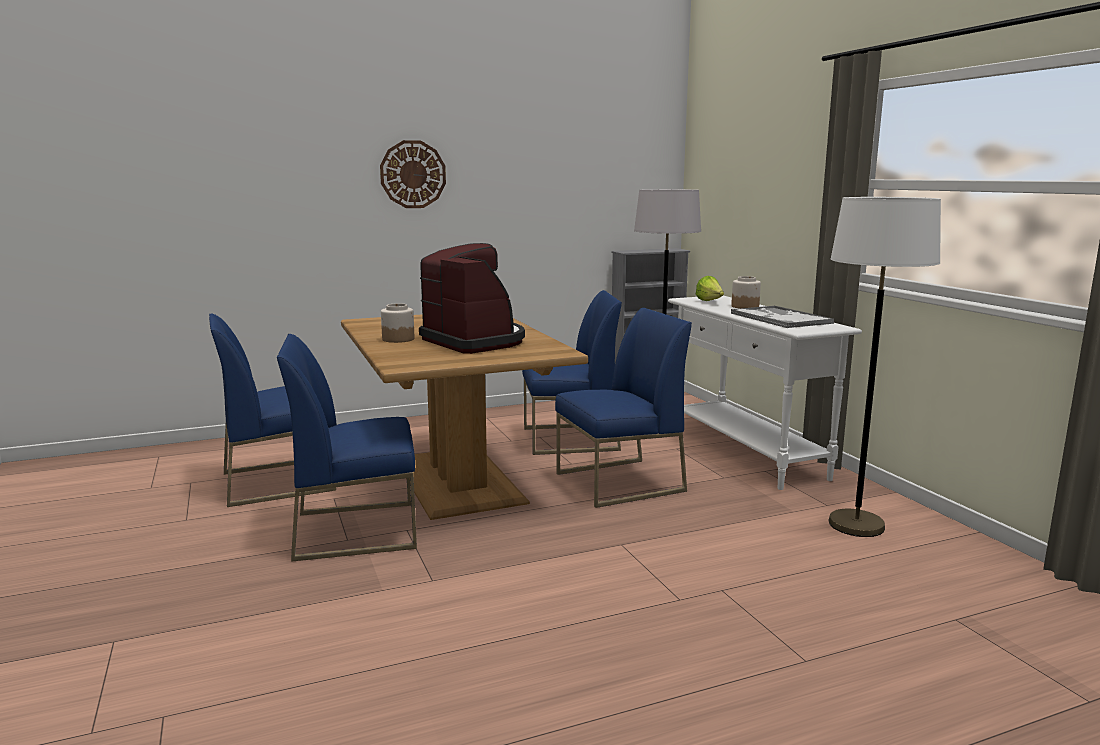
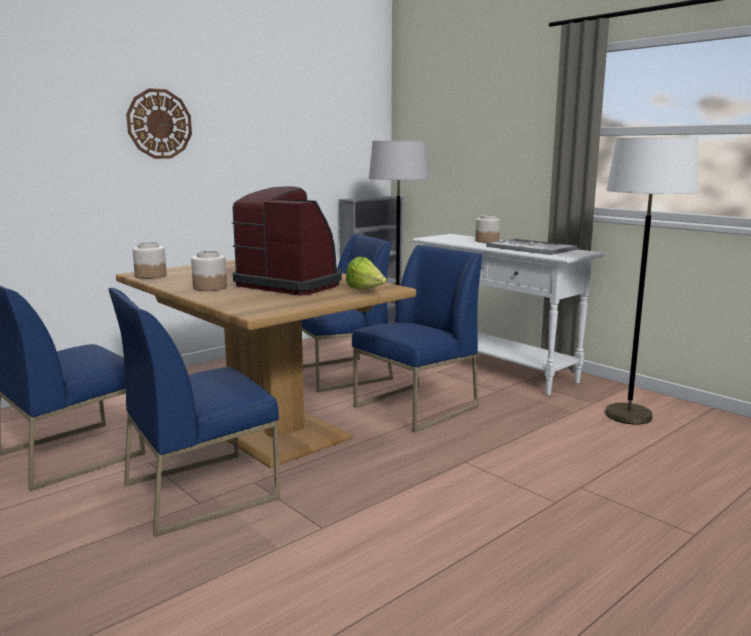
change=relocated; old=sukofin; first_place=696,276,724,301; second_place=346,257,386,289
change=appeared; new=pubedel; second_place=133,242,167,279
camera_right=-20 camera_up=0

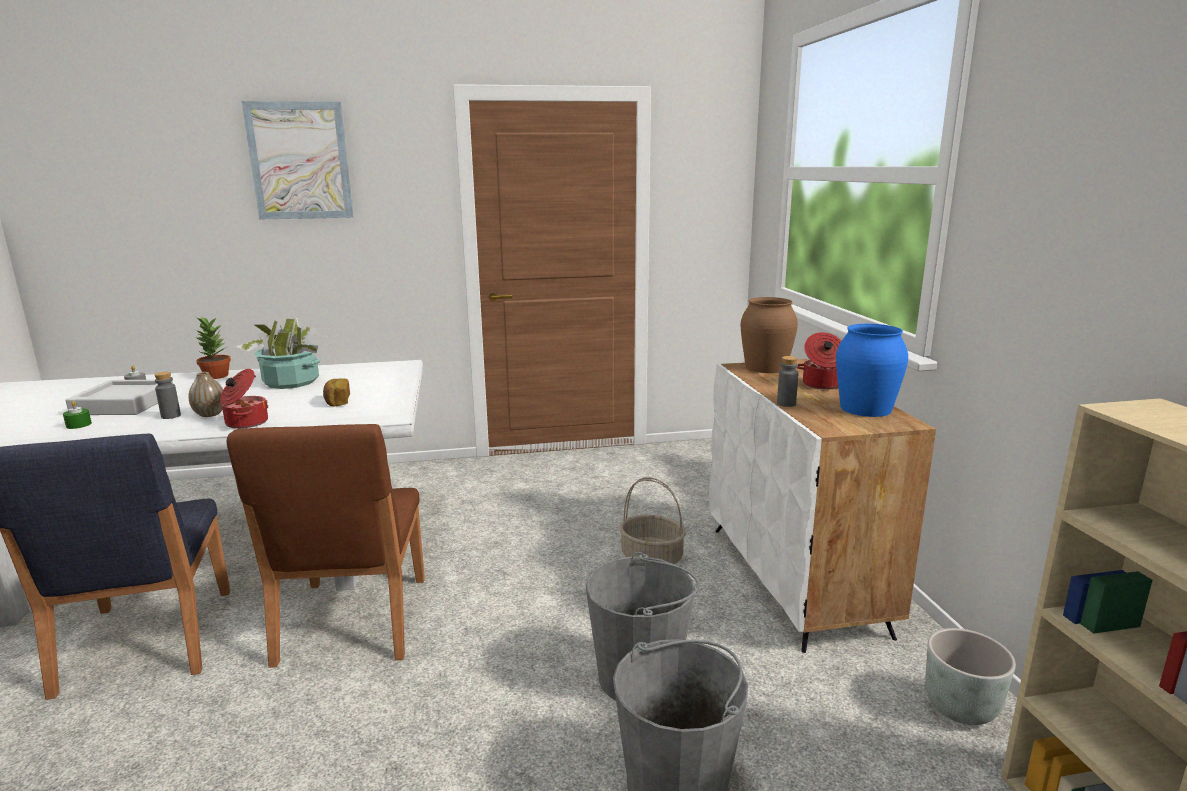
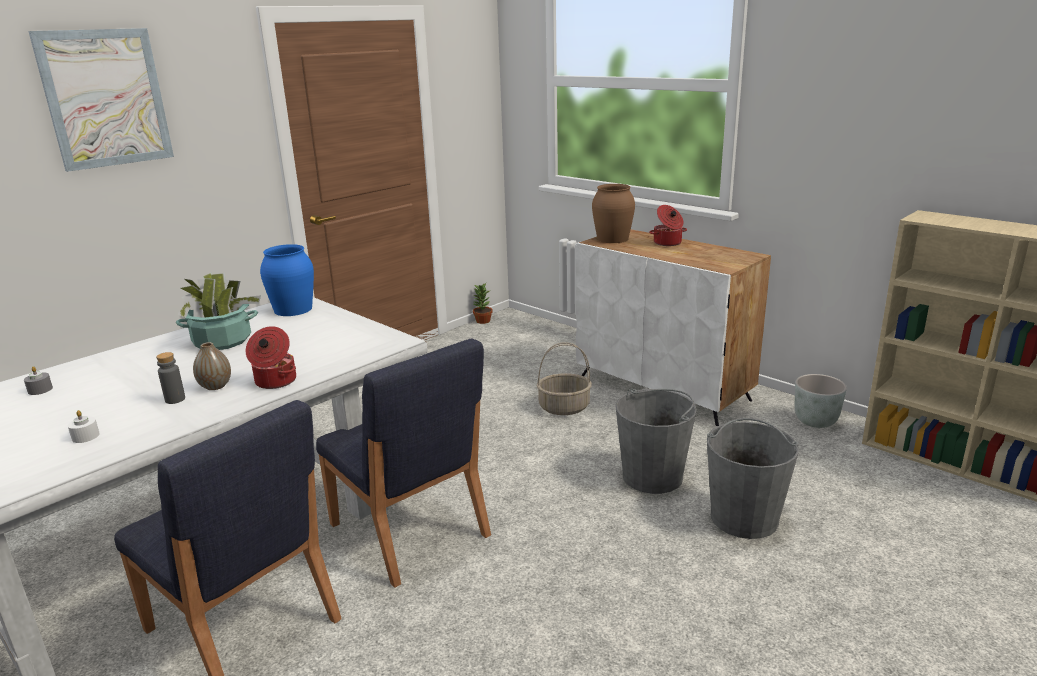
change=colour; old=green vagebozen; new=white vagebozen; first_place=63,401,92,429; second_place=68,410,100,443
change=missing; old=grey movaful; first_place=66,380,173,415
change=relocated; old=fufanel; first_place=196,317,231,379; second_place=473,283,493,324
change=colour; old=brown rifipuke; new=blue rifipuke; first_place=227,424,425,668; second_place=316,339,491,588
change=missing; old=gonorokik; first_place=323,378,350,407
change=missing; old=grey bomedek; first_place=777,356,798,407
change=relocated; old=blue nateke; first_place=836,324,908,417; second_place=260,244,314,316
camera_right=-35 camera_up=5

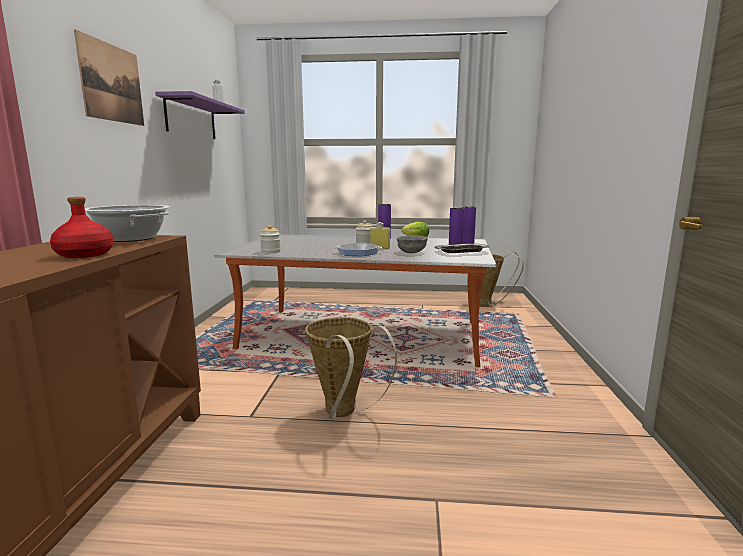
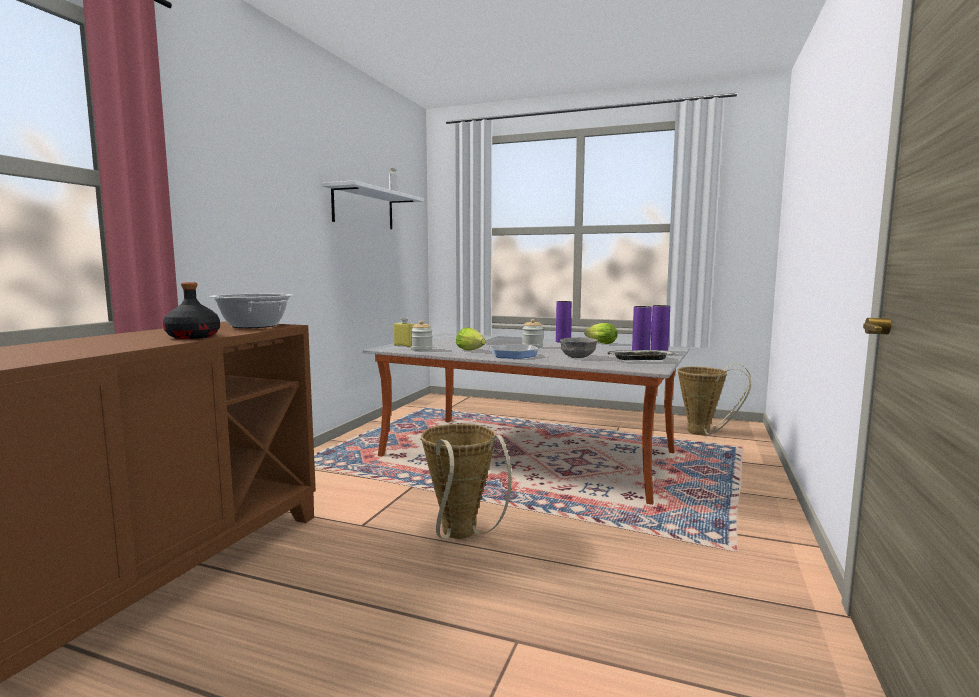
change=colour; old=red bomedek; new=black bomedek; first_place=50,197,113,258; second_place=163,282,220,339
change=missing; old=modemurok; first_place=74,29,144,126
change=colour; old=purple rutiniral; new=white rutiniral; first_place=155,91,245,139; second_place=322,180,424,229
change=relocated; old=yellow bomedek; first_place=370,222,390,249; second_place=394,317,414,347
change=appeared; new=sukofin; second_place=456,327,486,351
camera_right=15 camera_up=-5

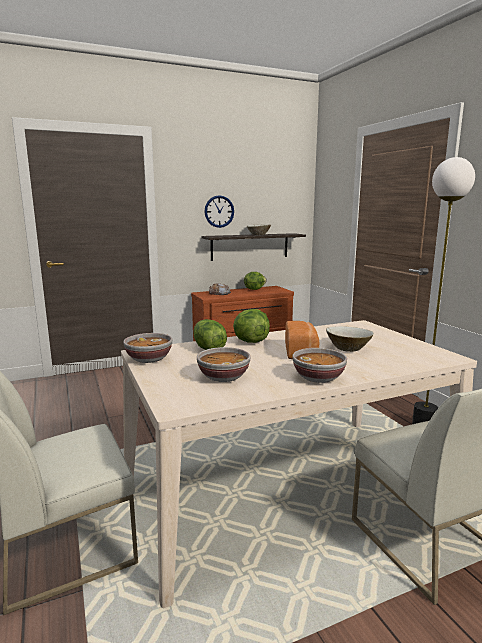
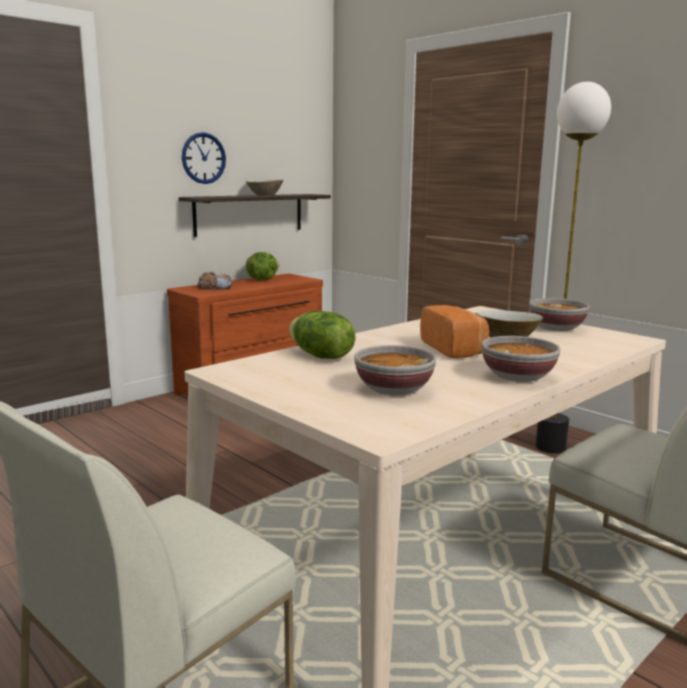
change=relocated; old=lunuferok; first_place=123,333,172,363; second_place=529,298,590,331
change=missing; old=sukofin; first_place=233,309,270,343
camera_right=-20 camera_up=0

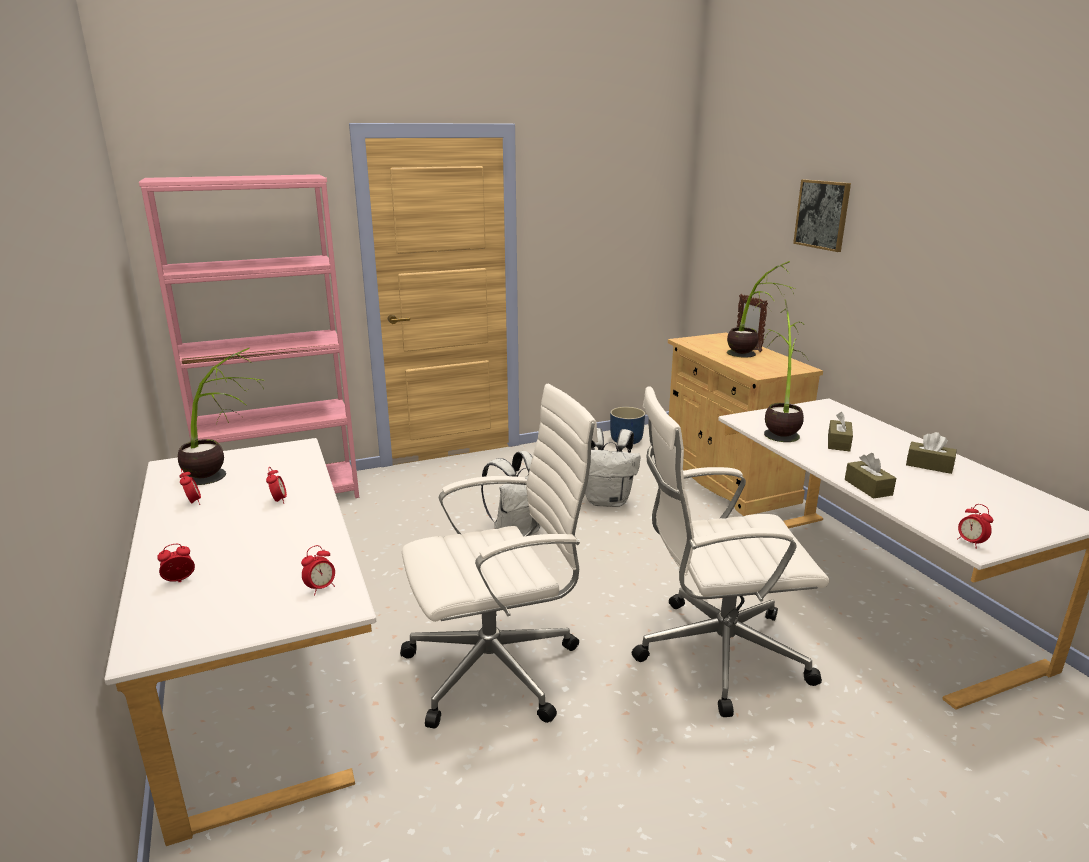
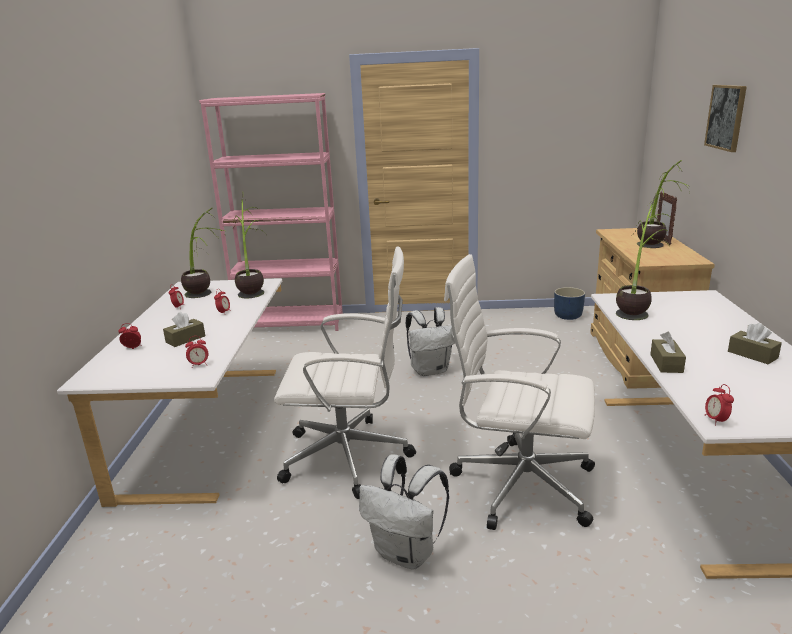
change=relocated; old=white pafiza; first_place=585,428,641,507; second_place=359,455,449,570
change=relocated; old=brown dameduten; first_place=828,412,853,452; second_place=163,312,205,347
change=appeared; new=fufanel; second_place=233,191,265,298
camera_right=25 camera_up=0

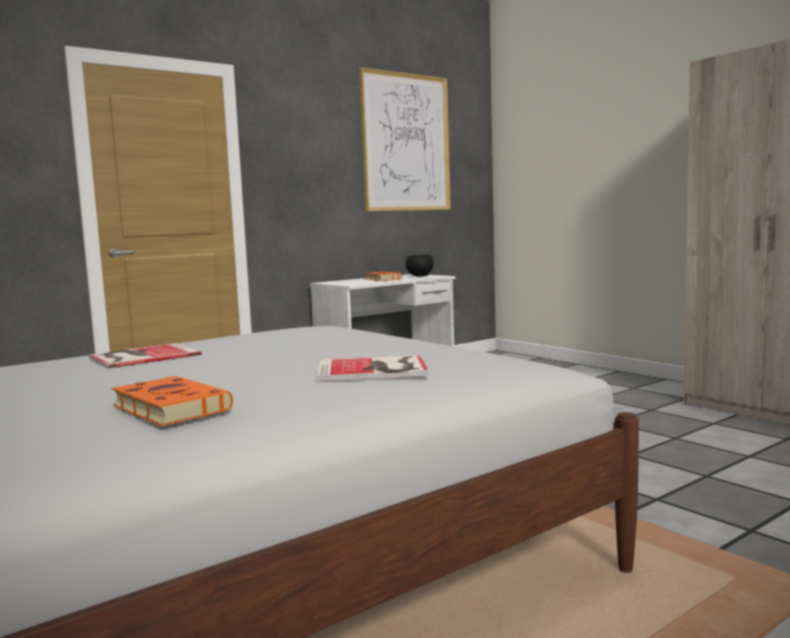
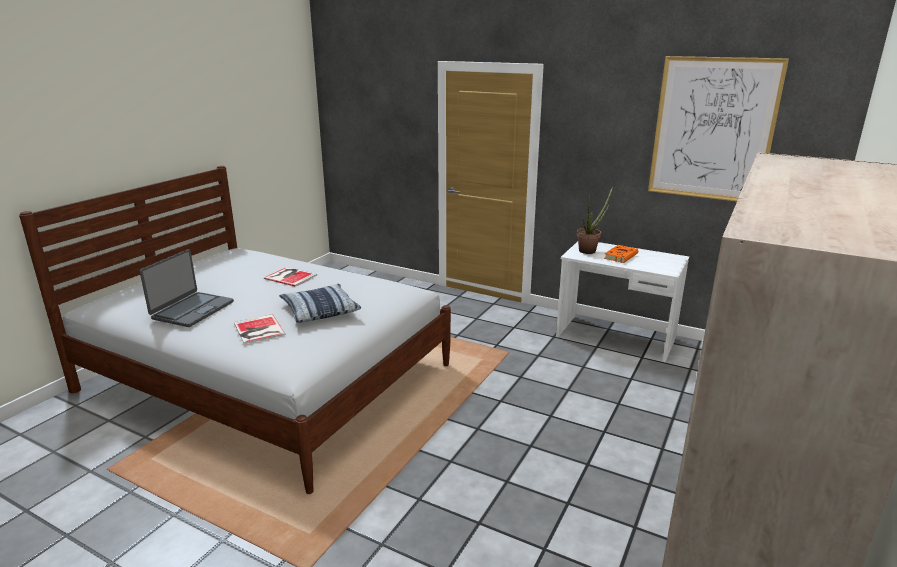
change=exchanged; old=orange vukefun; new=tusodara; first_place=112,376,233,426; second_place=140,249,234,327
change=missing; old=black lunuferok; first_place=405,255,434,277
change=appeared; new=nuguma; second_place=279,284,361,323
change=appeared; new=fufanel; second_place=577,186,613,254
camera_right=65 camera_up=15

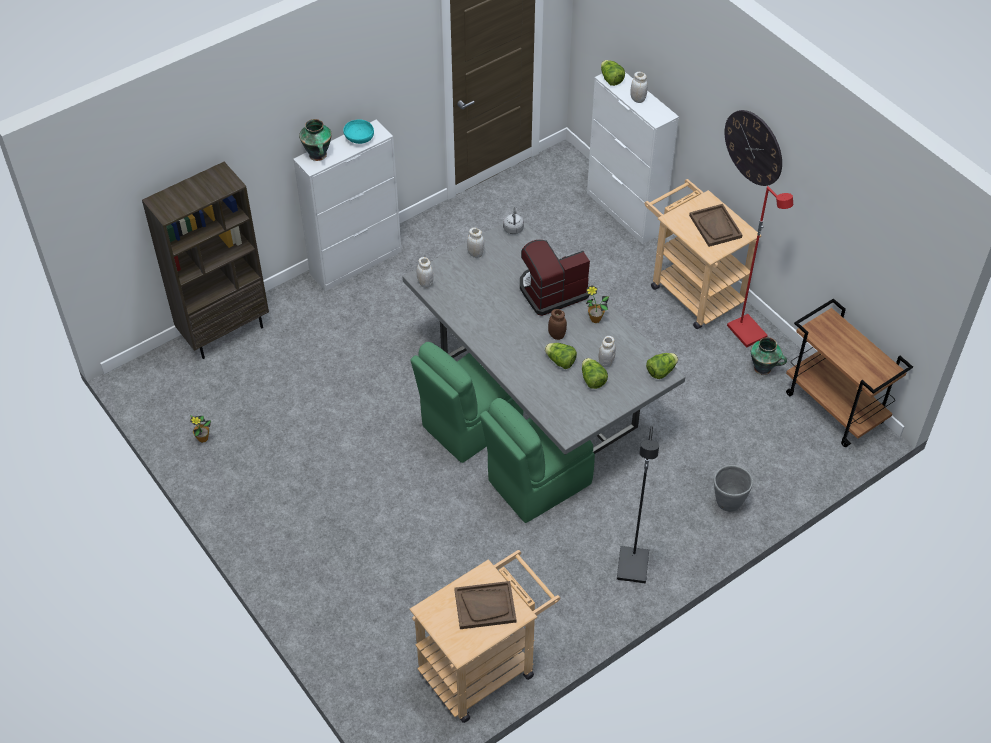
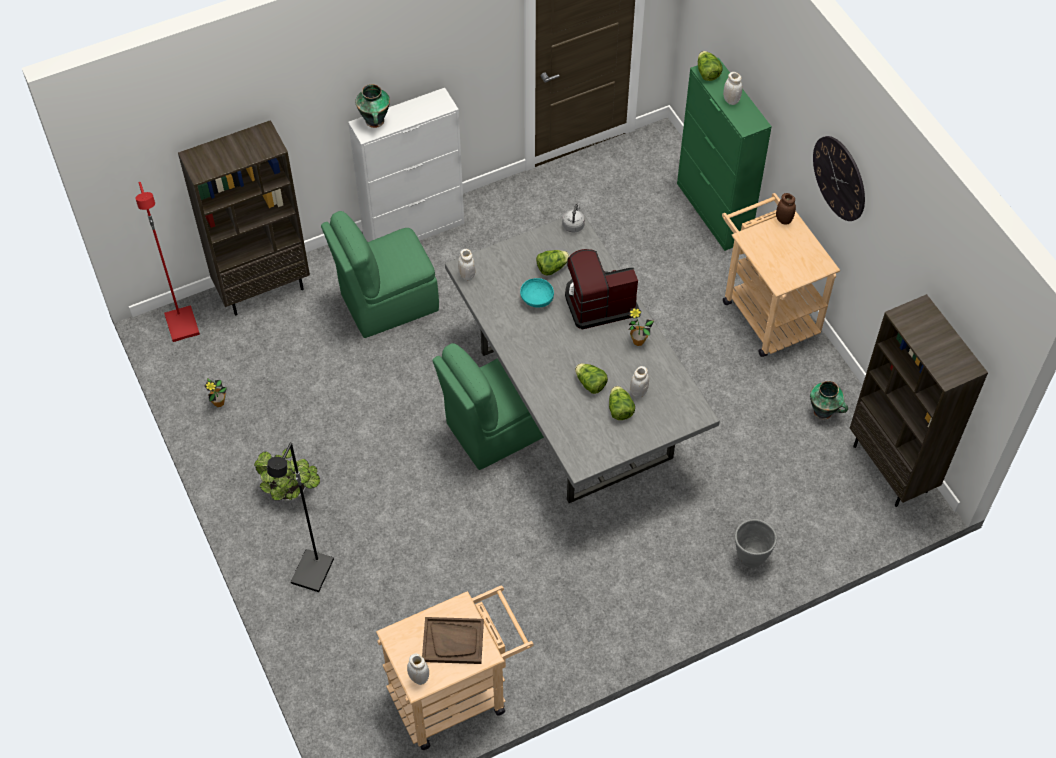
change=relocated; old=turquoise lunuferok; first_place=343,119,374,144; second_place=520,278,554,308
change=relocated; old=white pubedel; first_place=467,228,484,258; second_place=407,654,429,685
change=relocated; old=green rifipuke; first_place=480,398,595,523; second_place=321,211,439,338
change=relocated; old=brown pubedel; first_place=548,309,567,340; second_place=776,193,796,225
change=colour; old=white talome; new=green talome; first_place=587,72,679,244; second_place=677,58,772,251
change=relocated; old=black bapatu; first_place=617,426,659,583; second_place=267,442,334,592
change=relocated; old=sukofin; first_place=646,353,678,379; second_place=536,250,570,276
change=missing; old=brown movaful; first_place=689,204,743,247
change=relocated; old=red bapatu; first_place=727,186,793,347; second_place=135,182,200,342
change=exchanged; old=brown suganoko; new=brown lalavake; first_place=786,299,913,447; second_place=850,294,988,507
change=appeared; new=fufanel; second_place=254,448,320,501
camera_right=10 camera_up=5

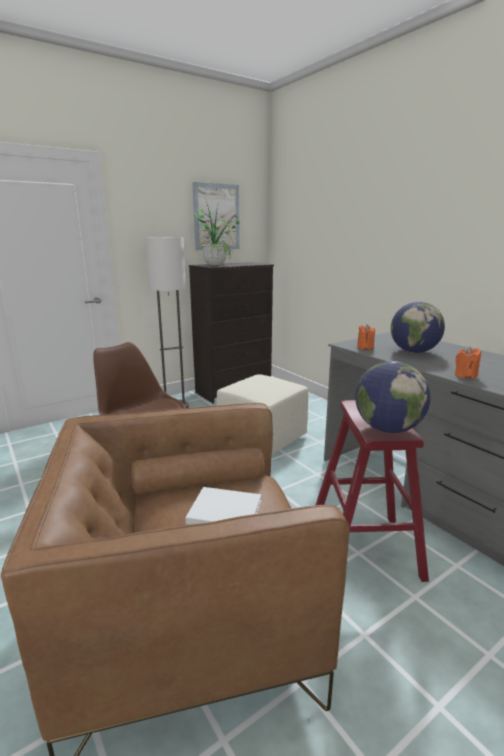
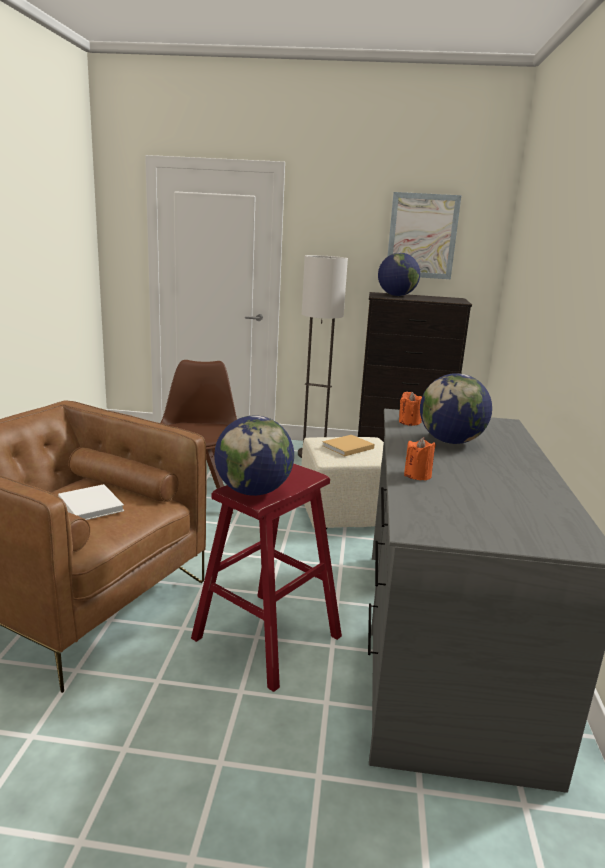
change=exchanged; old=fufanel; new=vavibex; first_place=195,201,240,266; second_place=378,253,420,296
change=appeared; new=beige vukefun; second_place=322,435,374,456
camera_right=40 camera_up=0

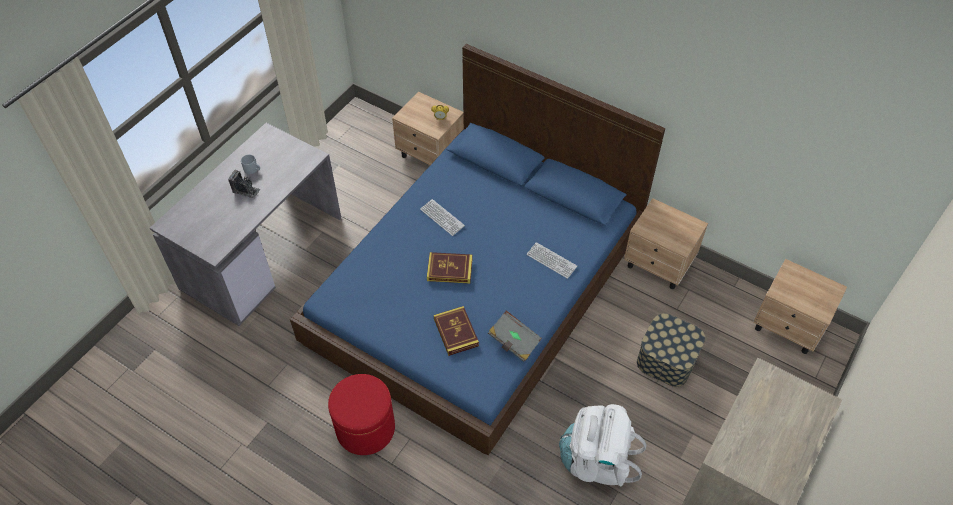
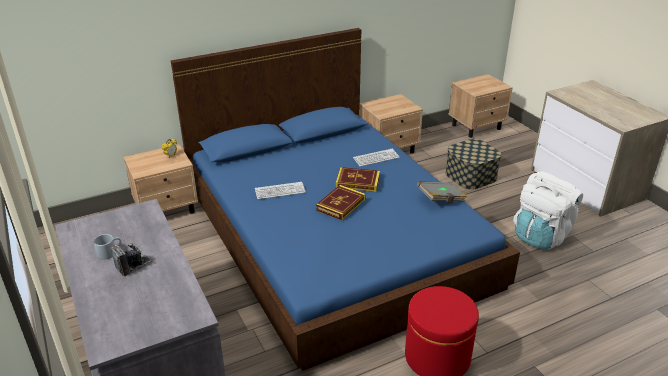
change=relocated; old=vukefun; first_place=434,306,479,356; second_place=336,167,380,192
camera_right=-60 camera_up=-20

